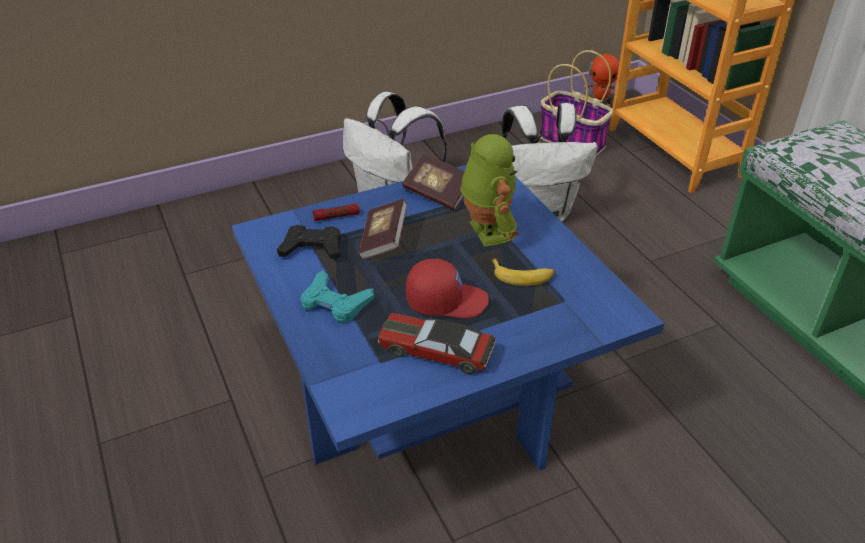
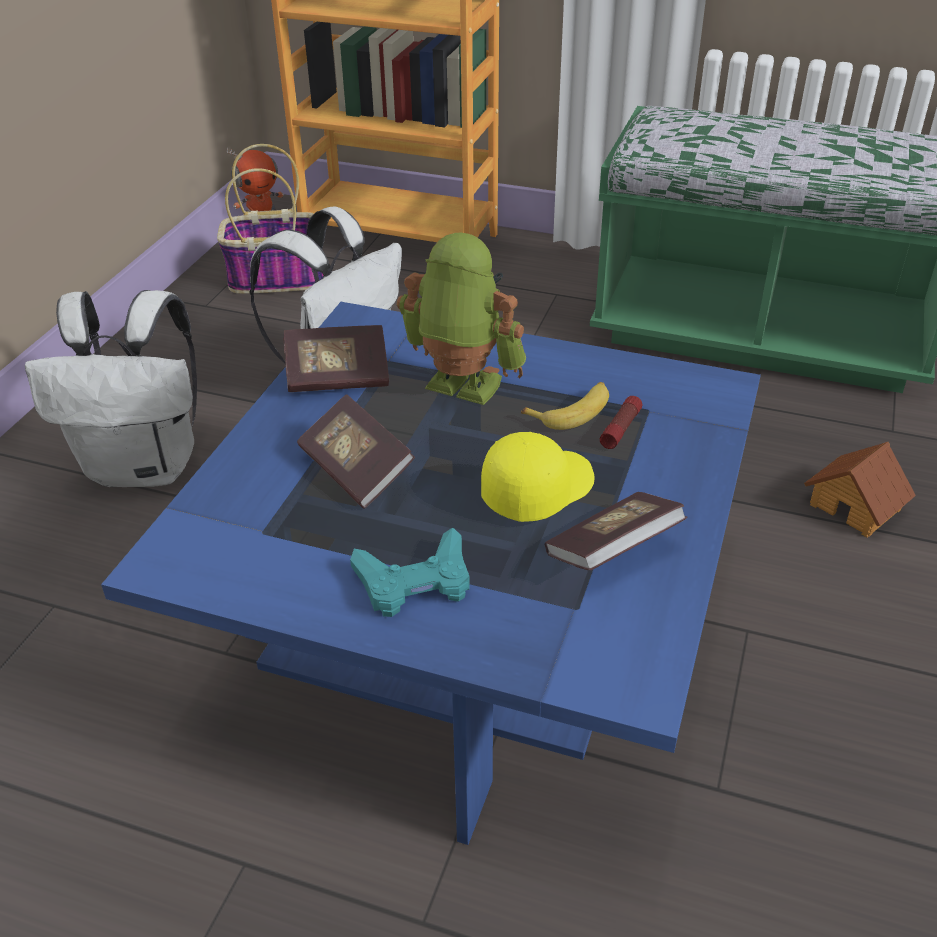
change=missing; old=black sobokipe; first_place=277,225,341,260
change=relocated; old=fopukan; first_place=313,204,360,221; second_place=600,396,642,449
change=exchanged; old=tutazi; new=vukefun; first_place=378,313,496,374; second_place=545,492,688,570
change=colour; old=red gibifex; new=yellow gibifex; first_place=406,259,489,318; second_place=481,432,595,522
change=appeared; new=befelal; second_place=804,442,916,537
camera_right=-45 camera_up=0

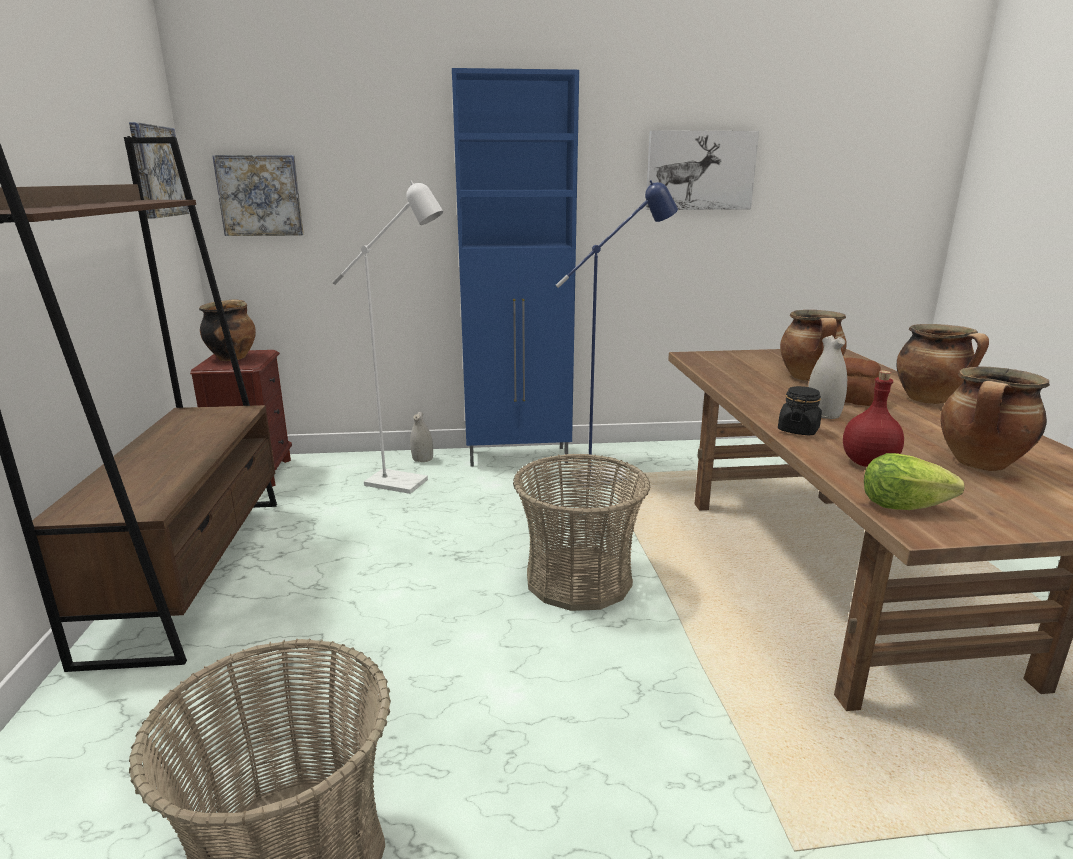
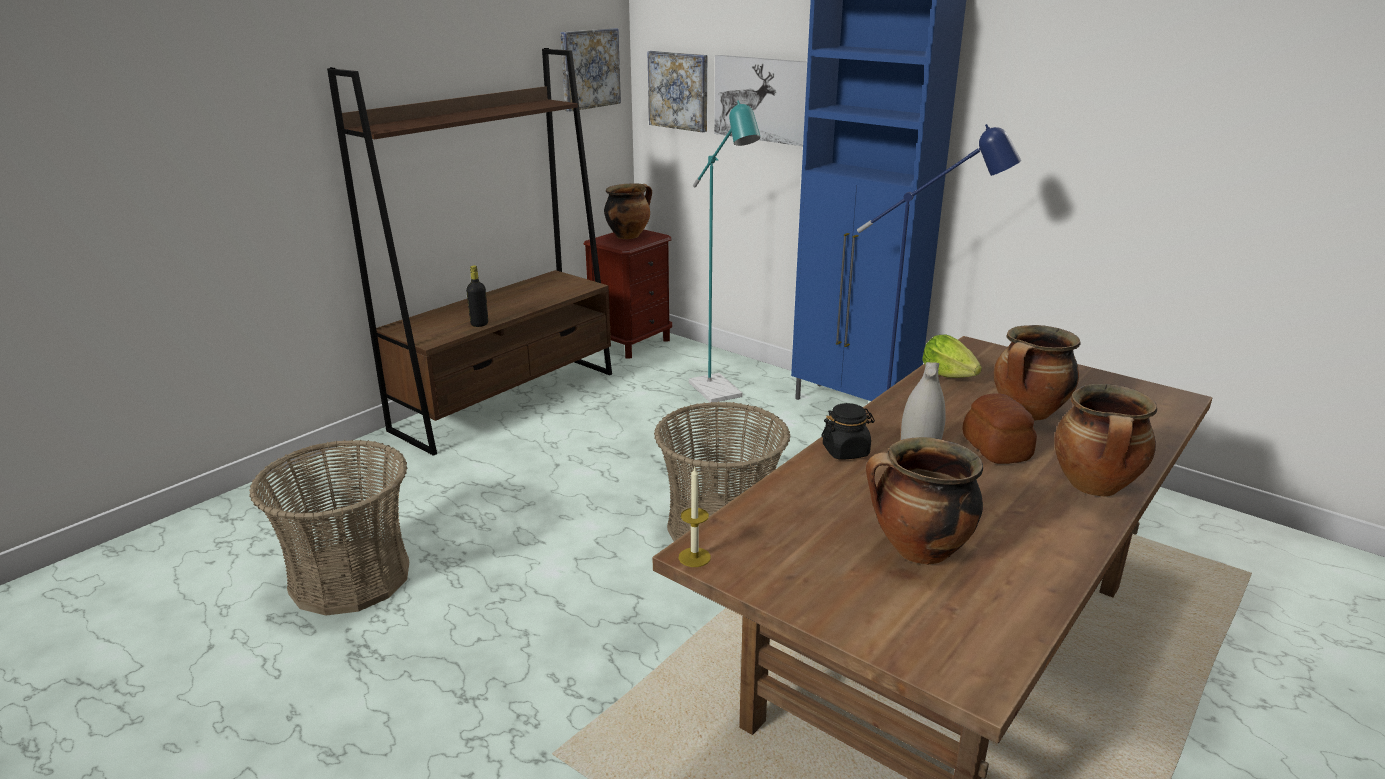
change=colour; old=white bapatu; new=turquoise bapatu; first_place=332,180,443,494; second_place=689,101,761,403
change=missing; old=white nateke; first_place=410,412,433,462
change=relocated; old=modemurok; first_place=646,130,759,210; second_place=714,55,807,146
change=missing; old=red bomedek; first_place=843,370,904,467
change=relocated; old=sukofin; first_place=864,453,964,510; second_place=922,335,982,378
change=appeared; new=black bomedek; second_place=466,265,488,327
change=appeared; new=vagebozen; second_place=679,467,711,567
camera_right=45 camera_up=5

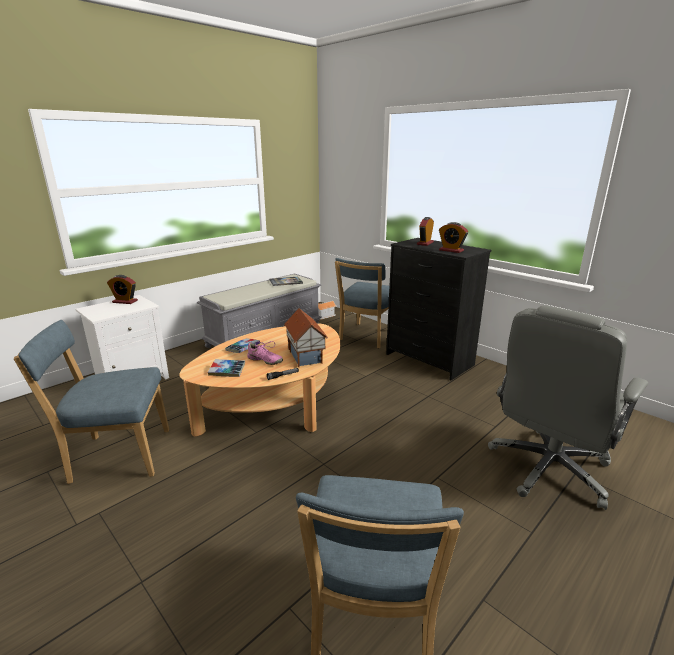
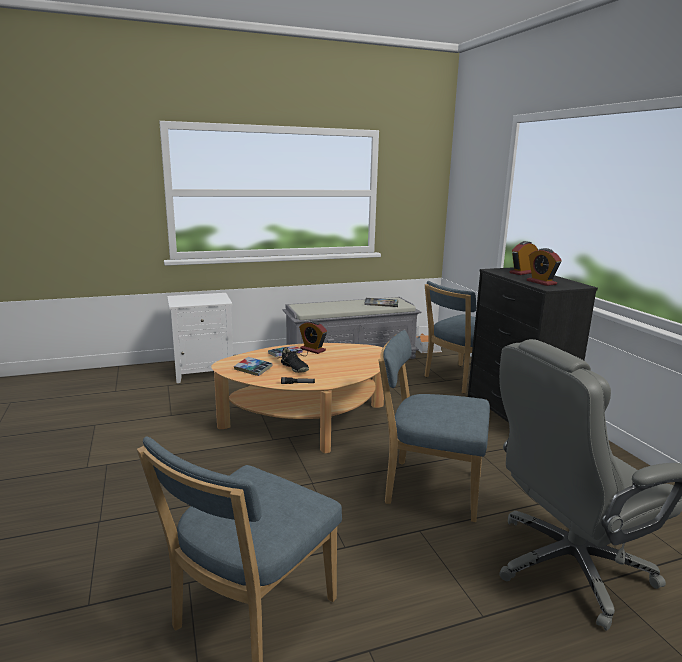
change=relocated; old=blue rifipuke; first_place=14,320,169,484; second_place=378,330,490,522
change=relocated; old=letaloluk; first_place=107,275,138,304; second_place=299,320,327,354
change=colour; old=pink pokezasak; new=black pokezasak; first_place=247,341,283,365; second_place=277,347,309,373
change=missing; old=befelal; first_place=284,308,328,367
camera_right=25 camera_up=-5

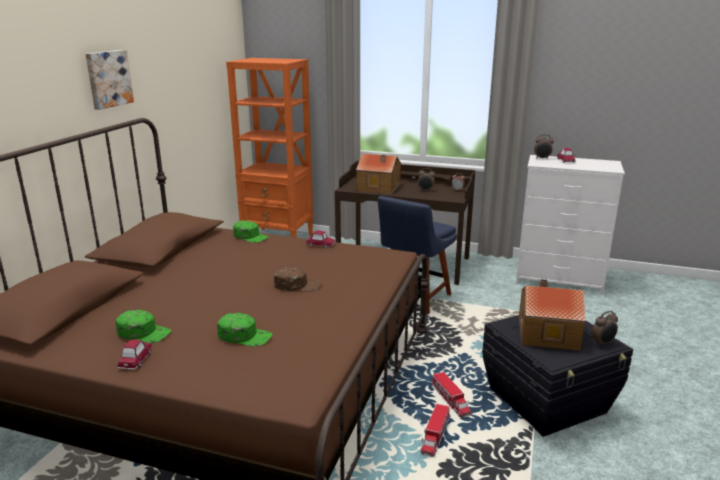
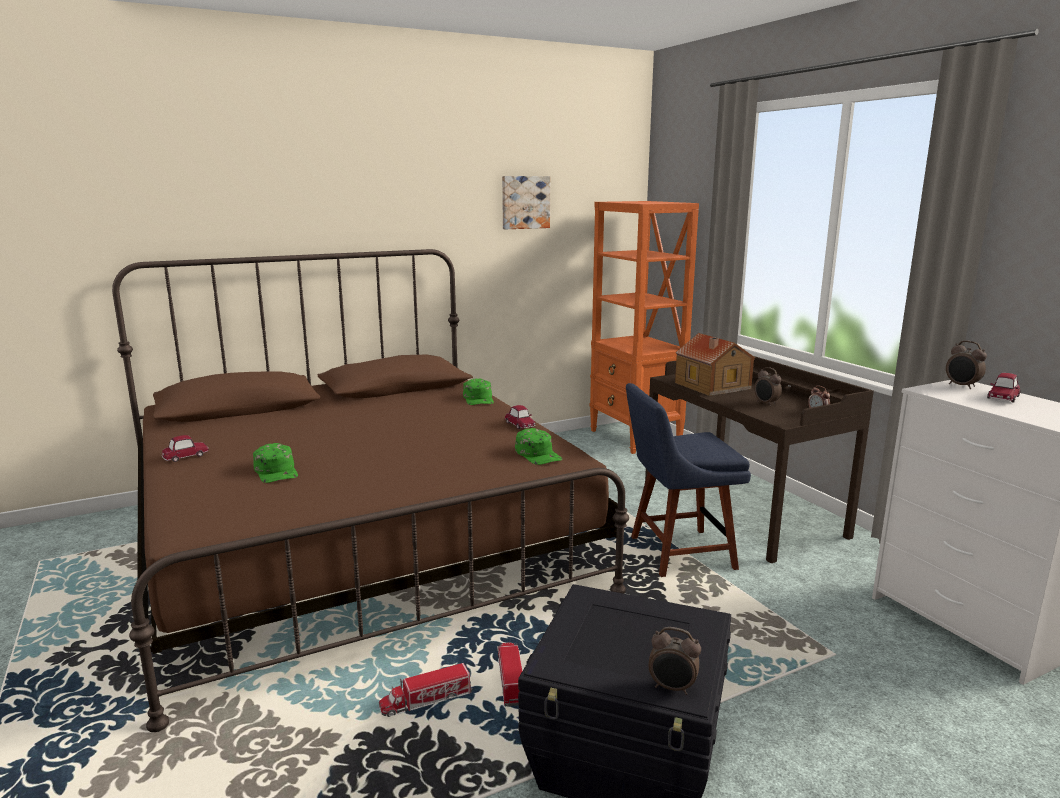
change=relocated; old=modemurok; first_place=86,50,134,110; second_place=502,176,550,229
change=relocated; old=green gibifex; first_place=115,310,172,343; second_place=515,428,562,465
change=missing; old=brown gibifex; first_place=274,267,321,292
change=spun; old=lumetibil; first_place=432,372,471,418; second_place=497,643,523,707; degrees=150
change=missing; old=befelal; first_place=519,279,586,351
camera_right=45 camera_up=-5

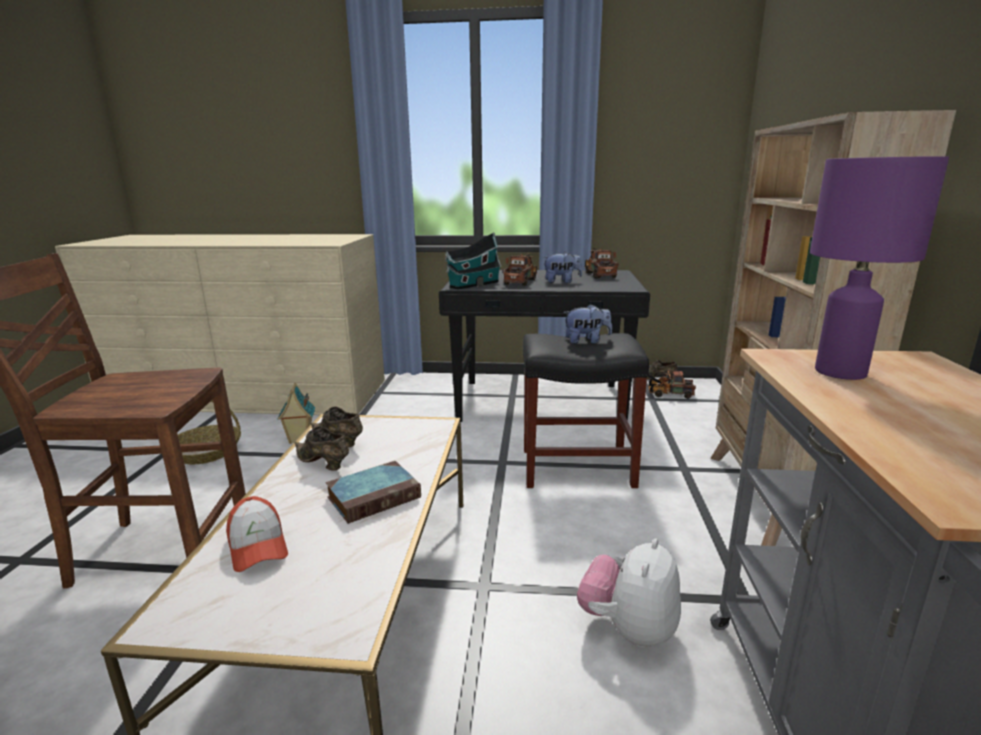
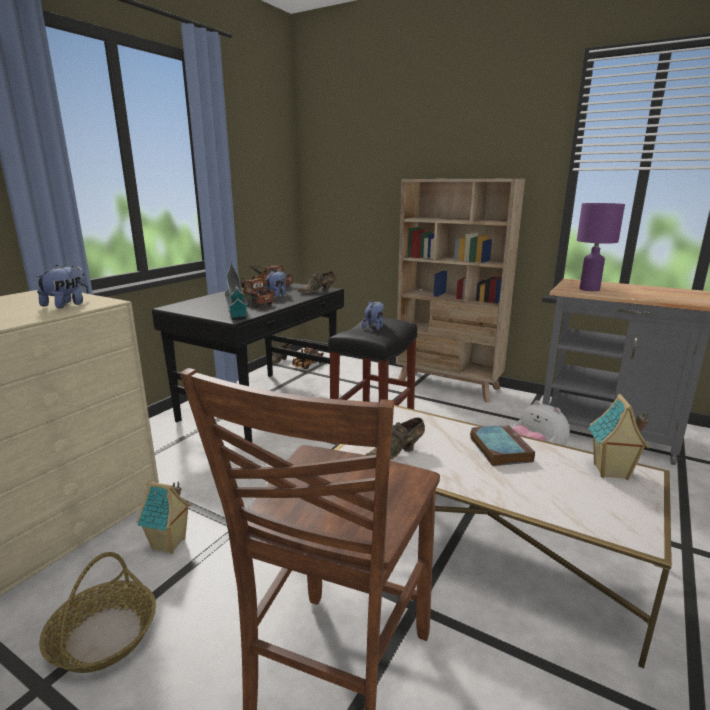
change=missing; old=gibifex; first_place=226,496,288,572
change=relocated; old=brown pokezasak; first_place=295,426,349,471; second_place=297,271,336,293
change=appeared; new=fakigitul; second_place=36,265,89,308
change=appeared; new=befelal; second_place=588,394,650,480
camera_right=-65 camera_up=0

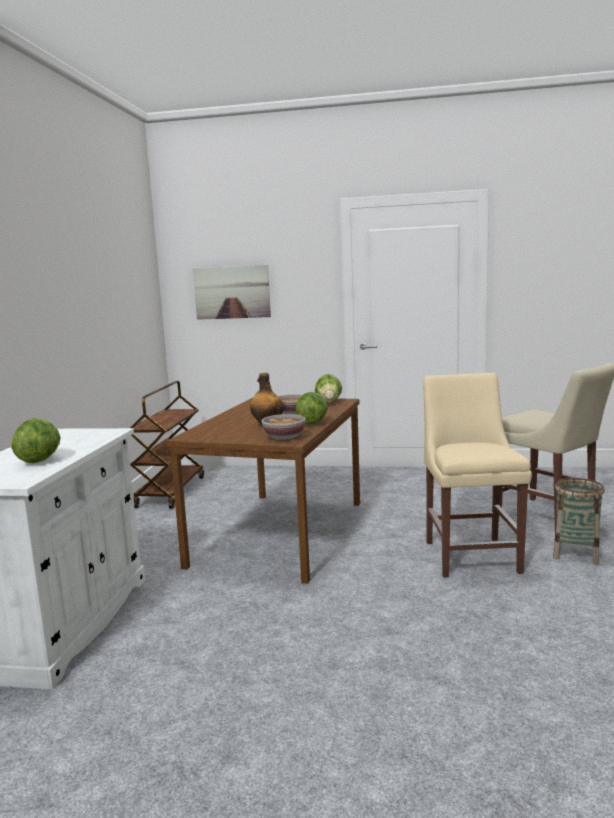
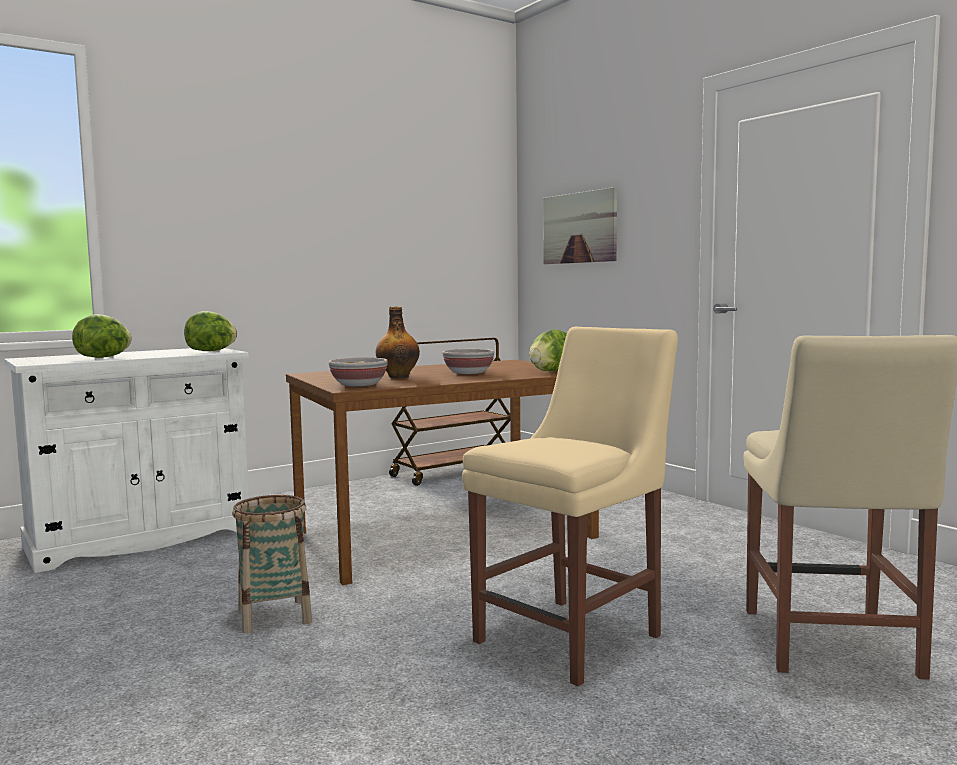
change=relocated; old=sukofin; first_place=295,392,328,425; second_place=184,311,237,351
change=relocated; old=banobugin; first_place=553,478,605,565; second_place=232,495,312,634
camera_right=45 camera_up=-5

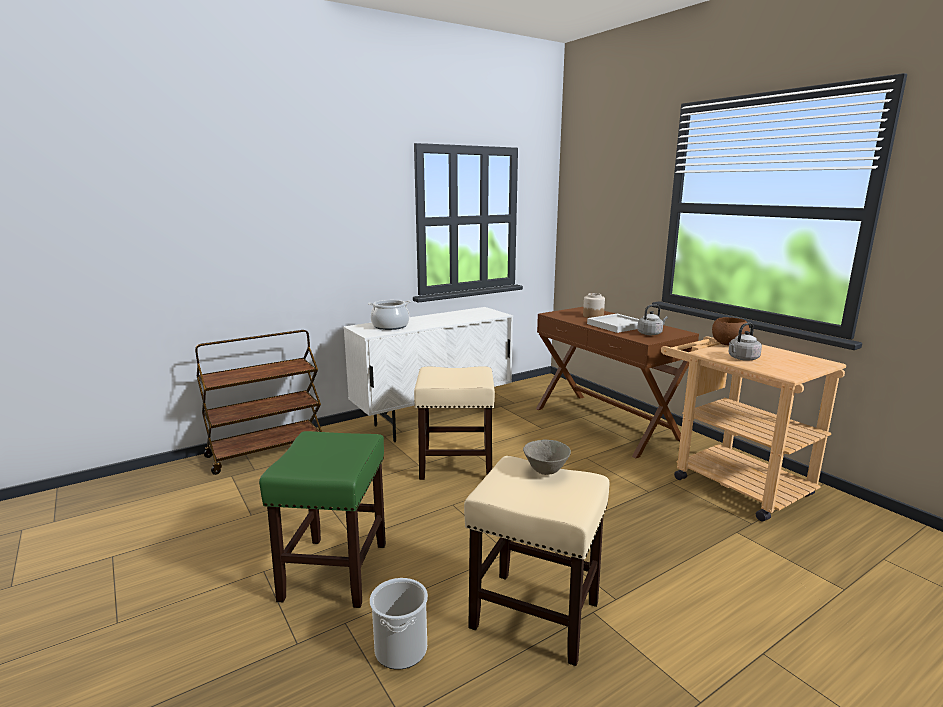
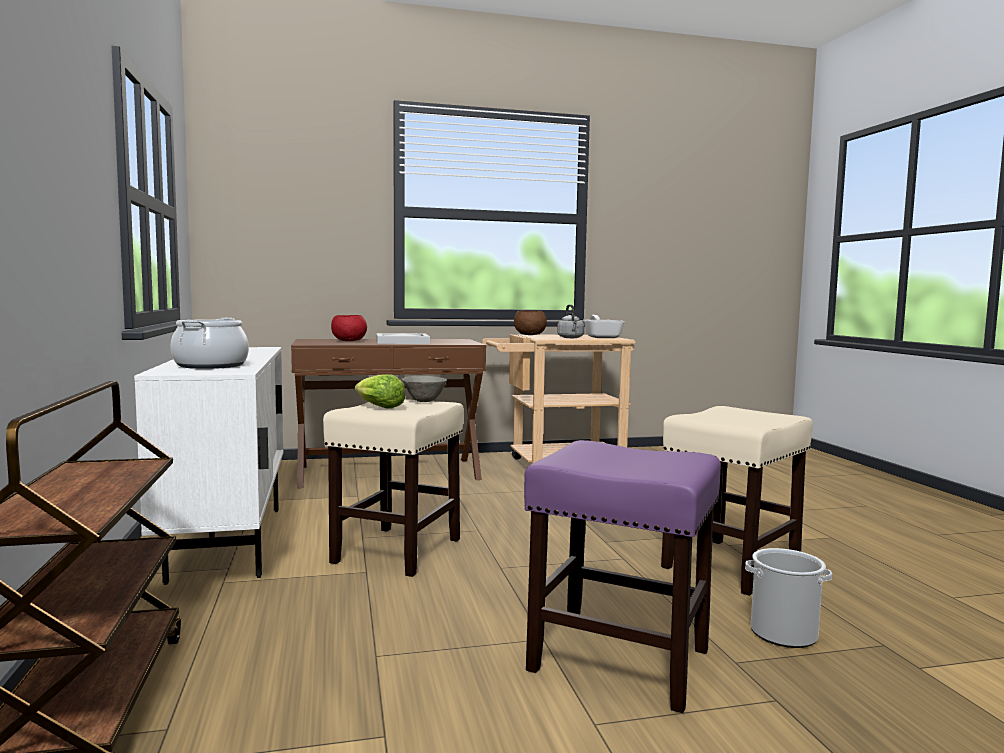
change=colour; old=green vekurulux; new=purple vekurulux; first_place=259,431,386,608; second_place=524,440,721,713
change=relocated; old=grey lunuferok; first_place=523,440,571,475; second_place=402,376,447,402
change=exchanged; old=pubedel; new=red lunuferok; first_place=583,293,605,318; second_place=331,315,367,341
change=missing; old=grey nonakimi; first_place=637,304,668,335
change=appeared; new=sukofin; second_place=355,374,405,409
change=appeared; new=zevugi; second_place=584,315,625,338
camera_right=-70 camera_up=-10

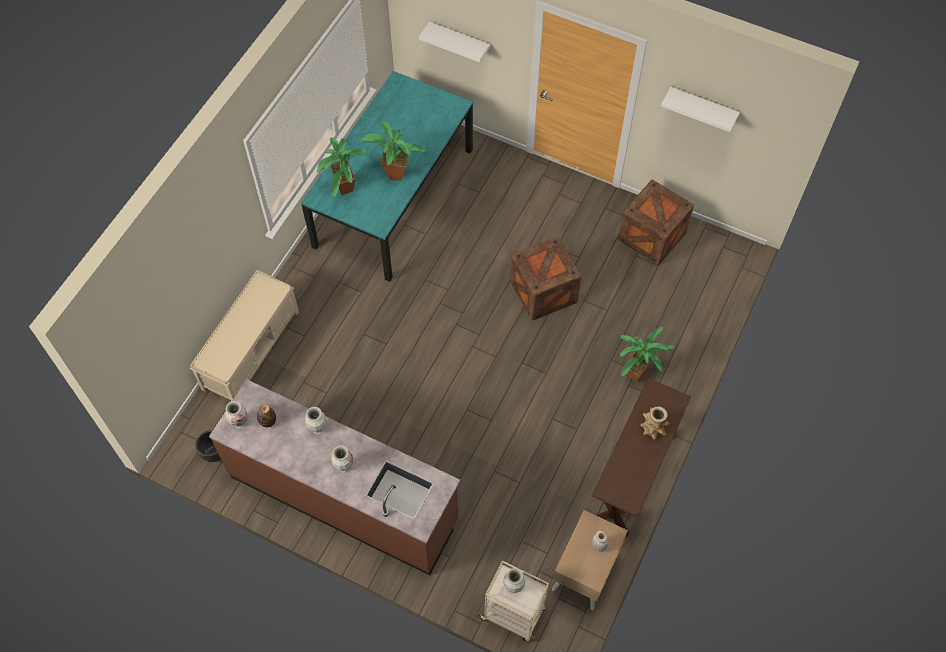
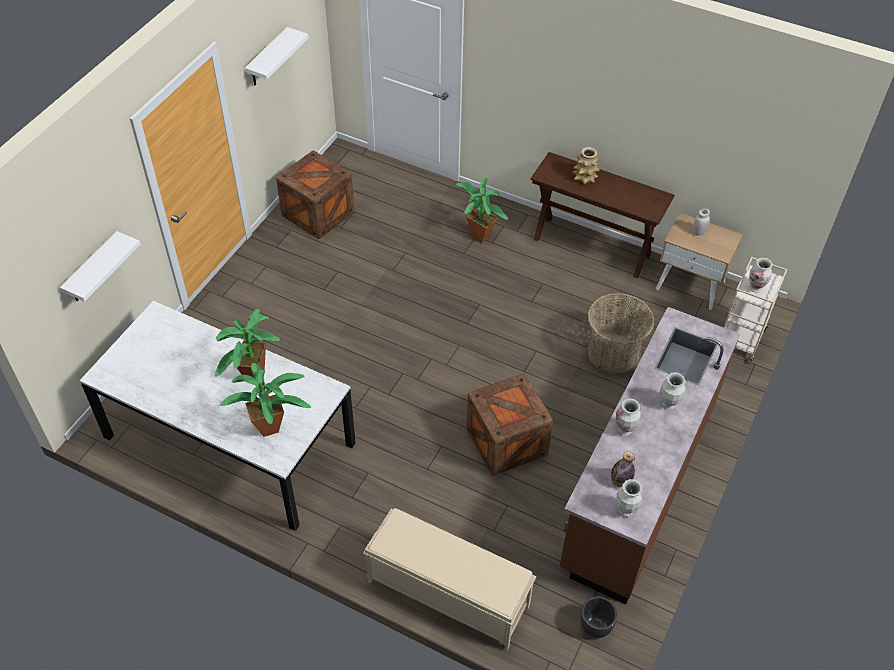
change=colour; old=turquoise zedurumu; new=white zedurumu; first_place=301,71,473,282; second_place=79,301,356,531
change=relocated; old=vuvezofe; first_place=510,237,582,321; second_place=466,373,553,476
change=appeared; new=banobugin; second_place=587,293,654,374
camera_right=-90 camera_up=-10

